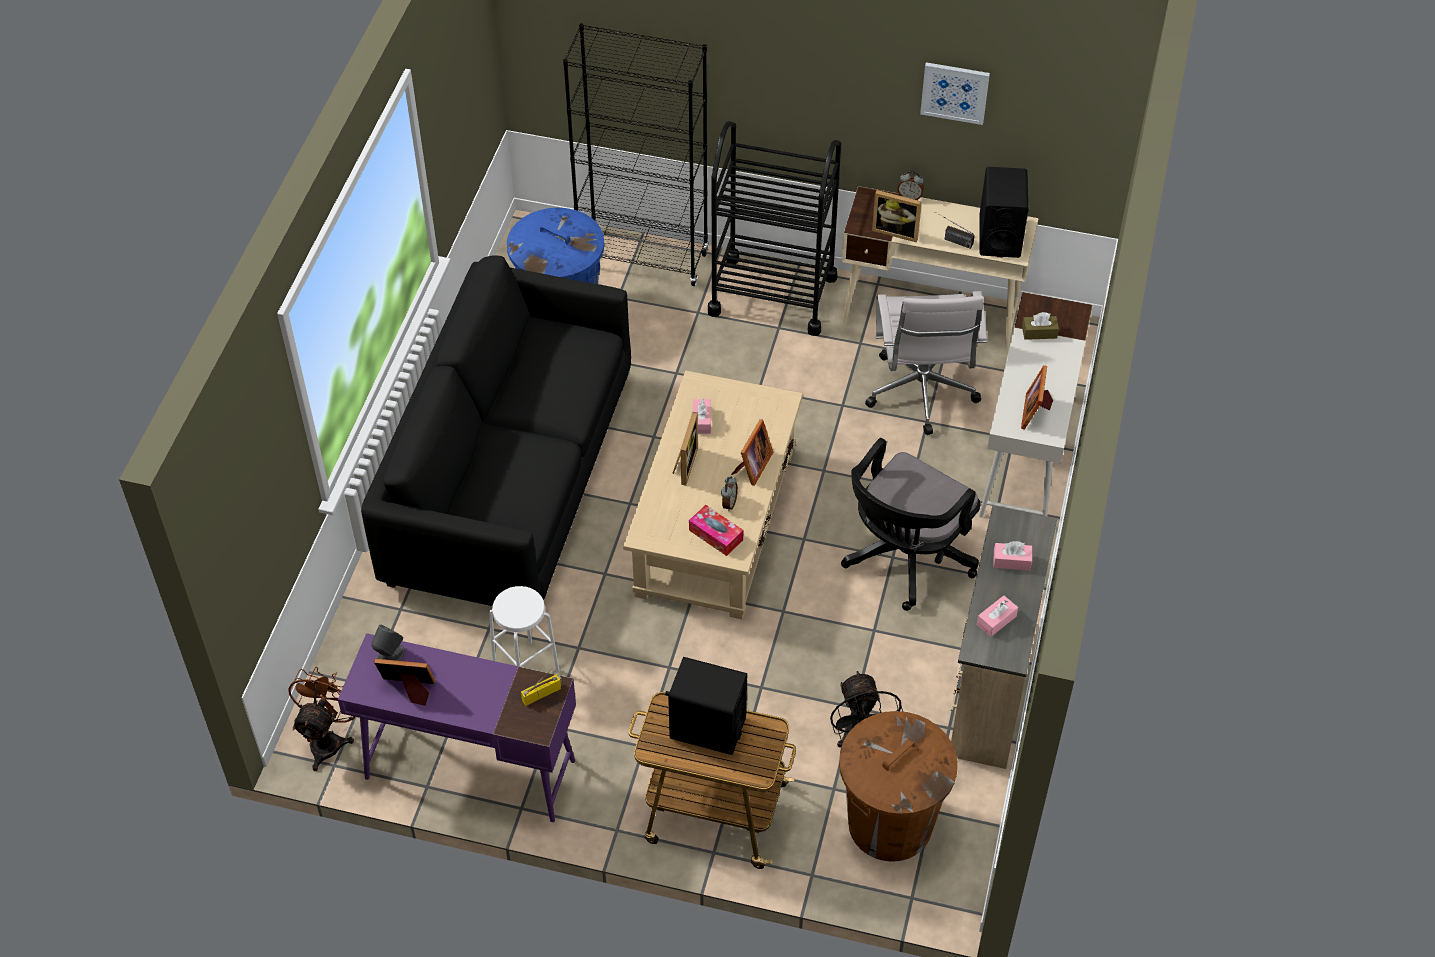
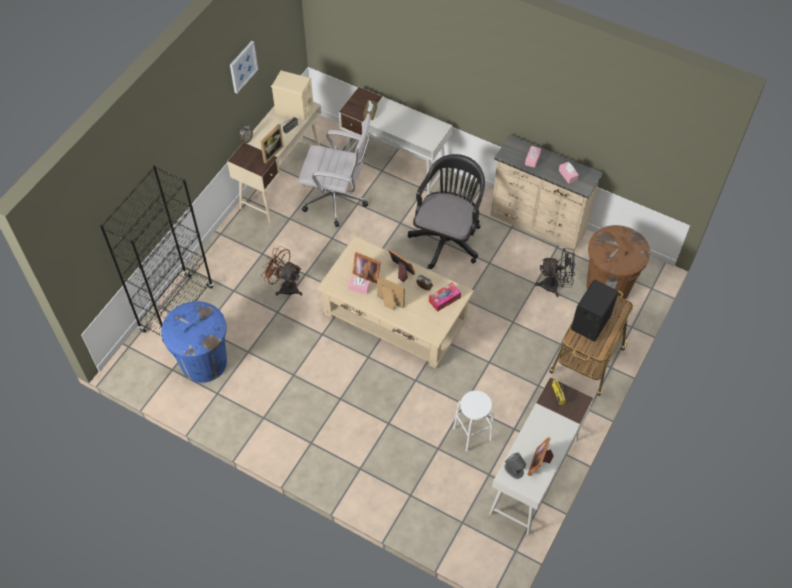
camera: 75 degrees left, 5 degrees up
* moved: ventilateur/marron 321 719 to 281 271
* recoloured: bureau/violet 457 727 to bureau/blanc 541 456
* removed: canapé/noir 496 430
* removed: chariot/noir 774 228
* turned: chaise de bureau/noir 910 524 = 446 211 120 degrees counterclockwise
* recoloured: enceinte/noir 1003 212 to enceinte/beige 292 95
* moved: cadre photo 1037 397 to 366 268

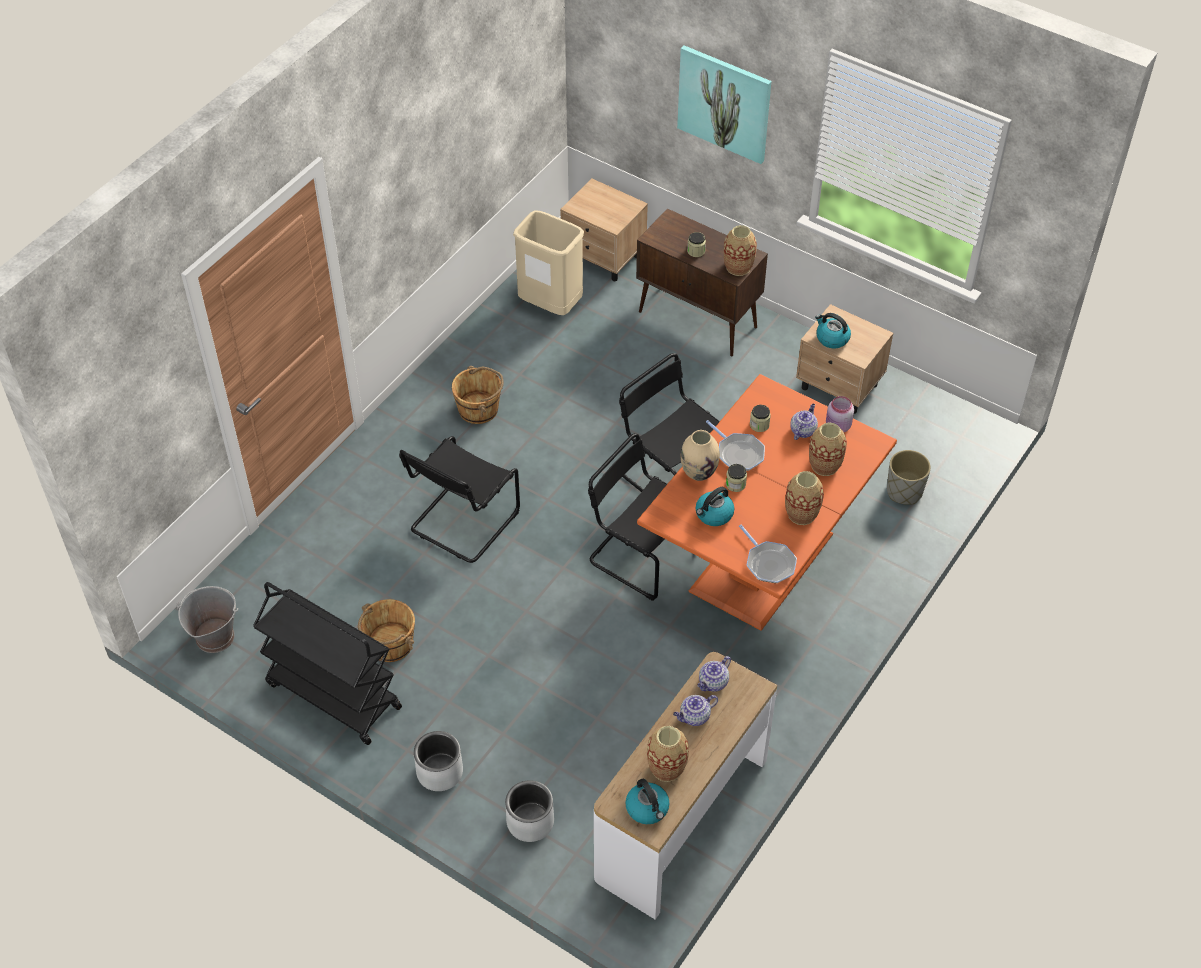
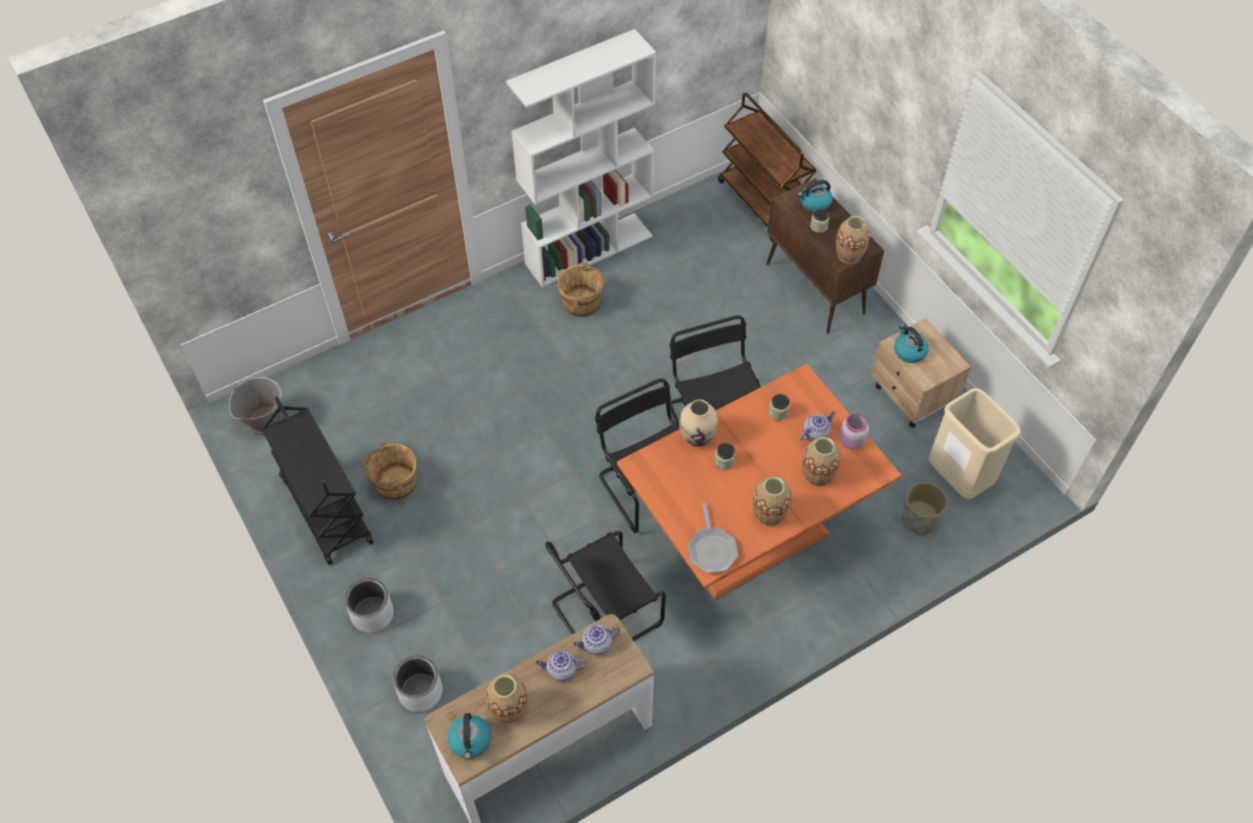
camera: 25 degrees right, 5 degrees up
* moved: chaise/noir 459 499 to 605 586
* moved: poubelle/beige 548 262 to 975 443
* replaced: table de chevet/beige 604 229 to chariot/marron 767 167
* removed: tableau 724 104
* moved: bouilloire 715 506 to 815 196
* removed: poêle 735 445
* added: bibliothèque/blanc 581 158

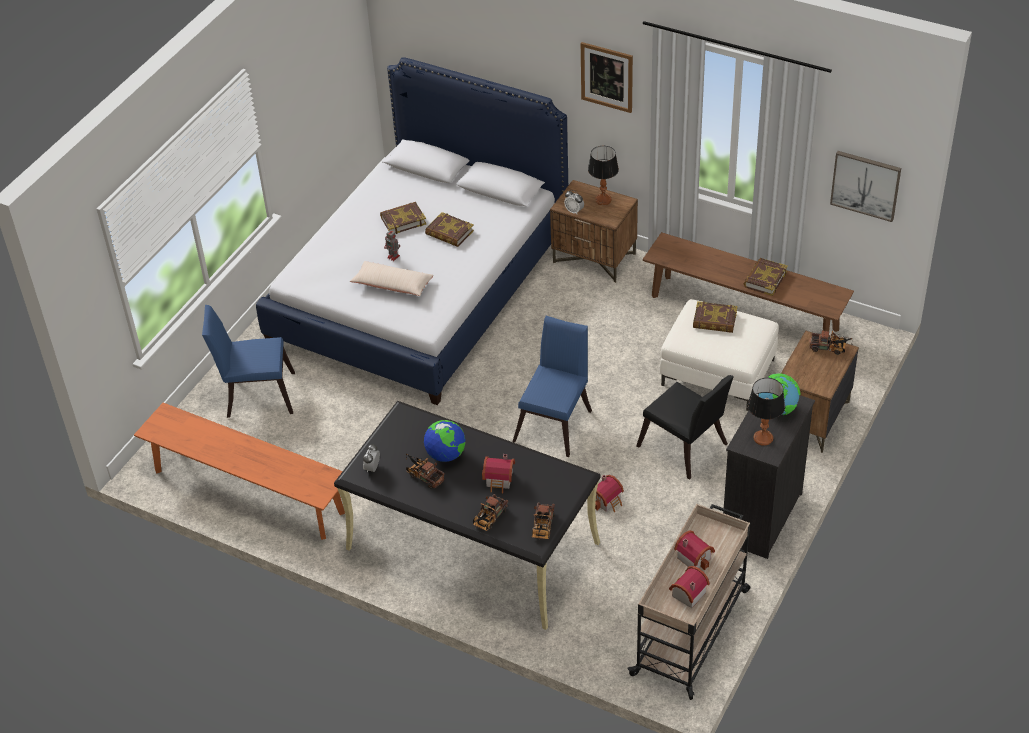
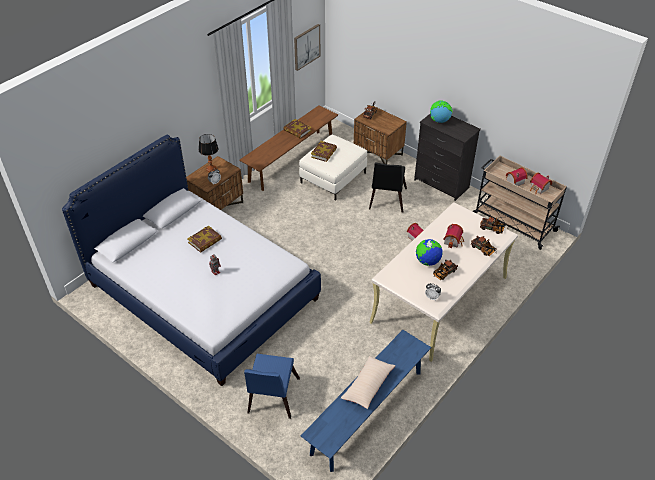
camera: 80 degrees left, 0 degrees up
* recoloured: banc/orange 239 471 to banc/bleu 366 401
* recoloured: bureau/noir 467 515 to bureau/beige 443 282
* moved: coussin/beige 392 278 to 368 382
* removed: livre 403 218
* removed: chaise/bleu 552 386
* removed: tableau 607 77
* turned: chaise/noir 685 427 = 388 188 135 degrees clockwise
* removed: lampe de table 766 412

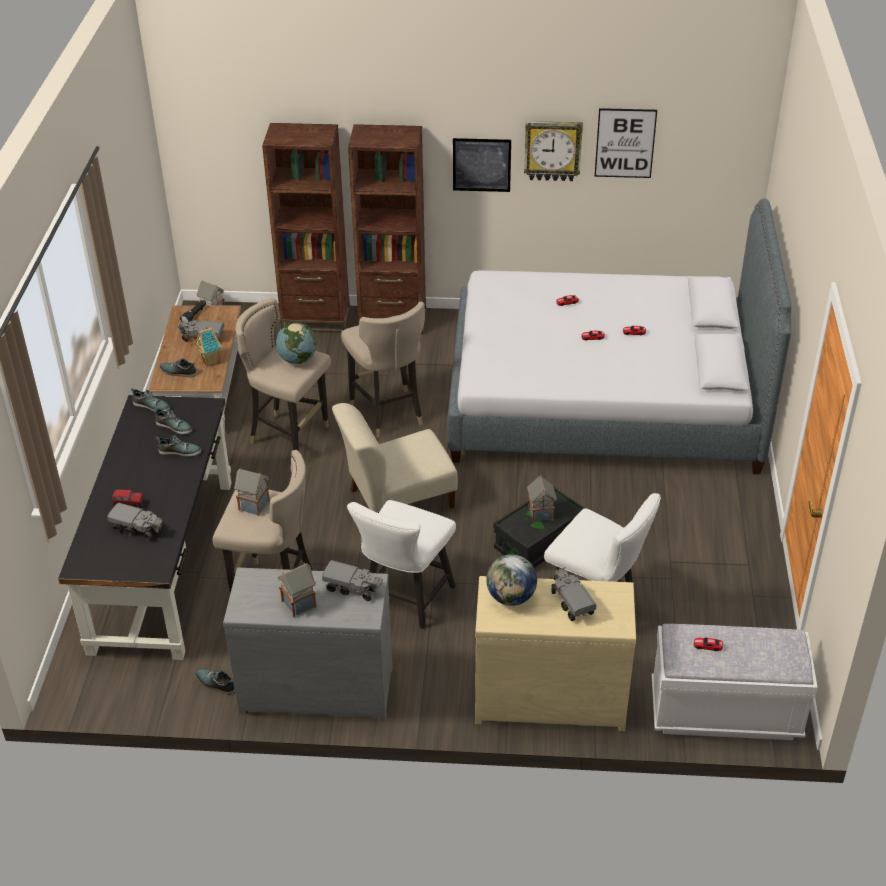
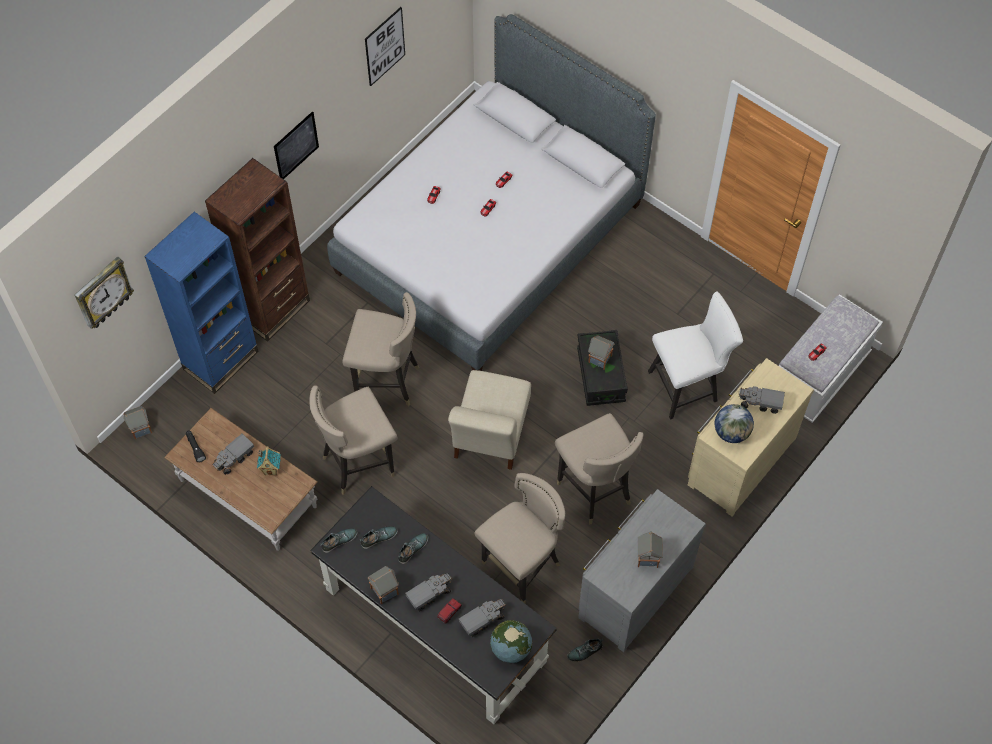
camera: 55 degrees left, 20 degrees up
* removed: chaussure 178 367
* moved: maison miniature 252 491 to 383 585
* recoloured: bibliothèque/marron 306 228 to bibliothèque/bleu 201 303
* moved: globe 296 343 to 511 641
* moved: camion jouet 352 581 to 428 591
* replaced: chaise/blanc 401 564 to tabouret/beige 599 468
* moved: horloge murale 553 151 to 104 292

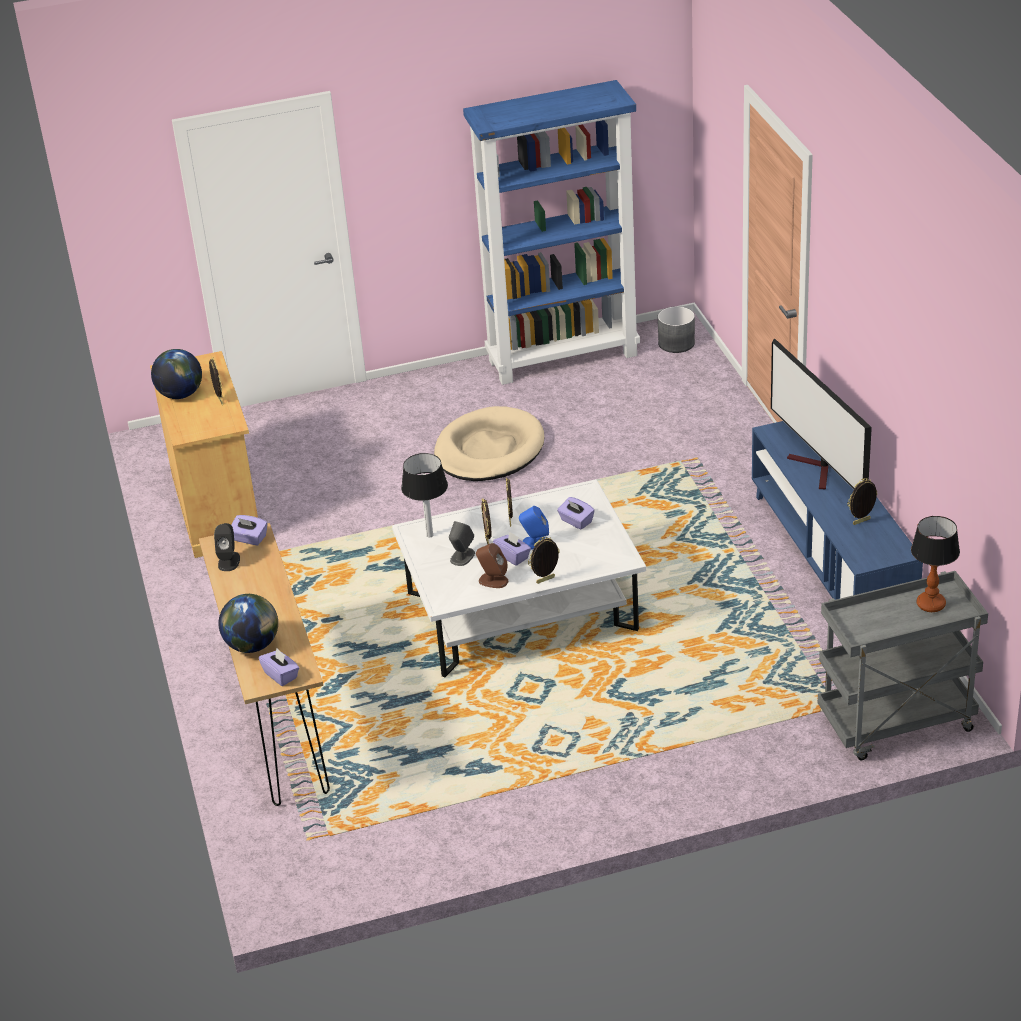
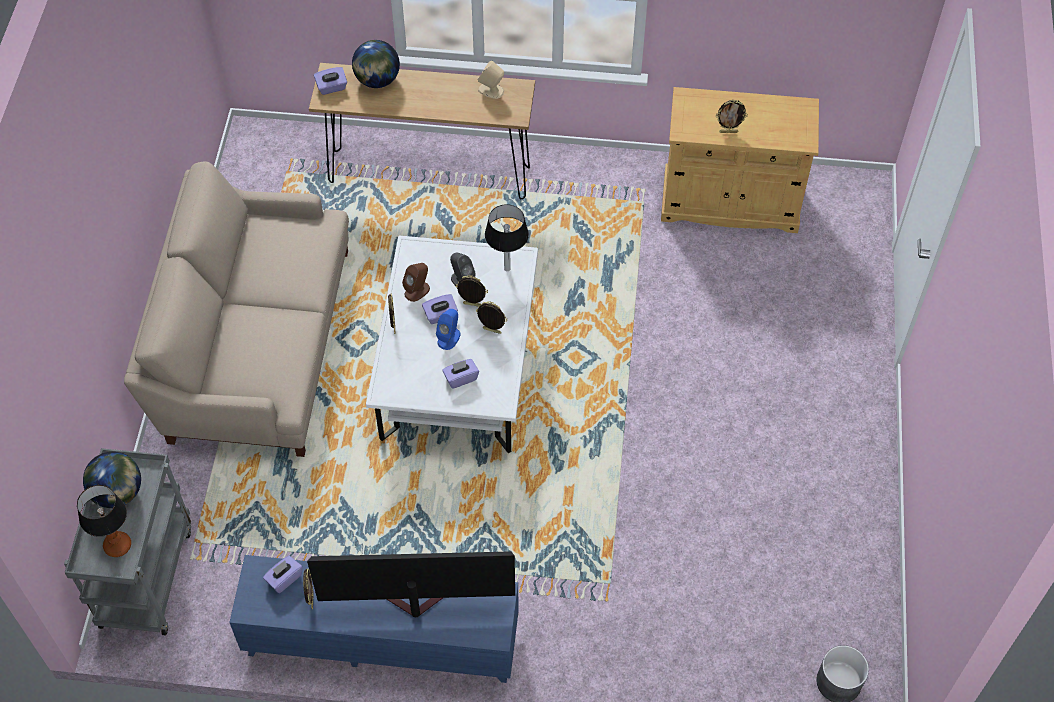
camera: 110 degrees right, 20 degrees up
* moved: globe 176 374 to 112 480
* recoloured: enceinte/noir 227 547 to enceinte/beige 491 80
* moved: boîte à mouchoirs/violet 249 530 to 283 574
* removed: panier pour chien/beige 489 443
* removed: bibliothèque/bleu 551 232
* added: canapé/beige 236 309

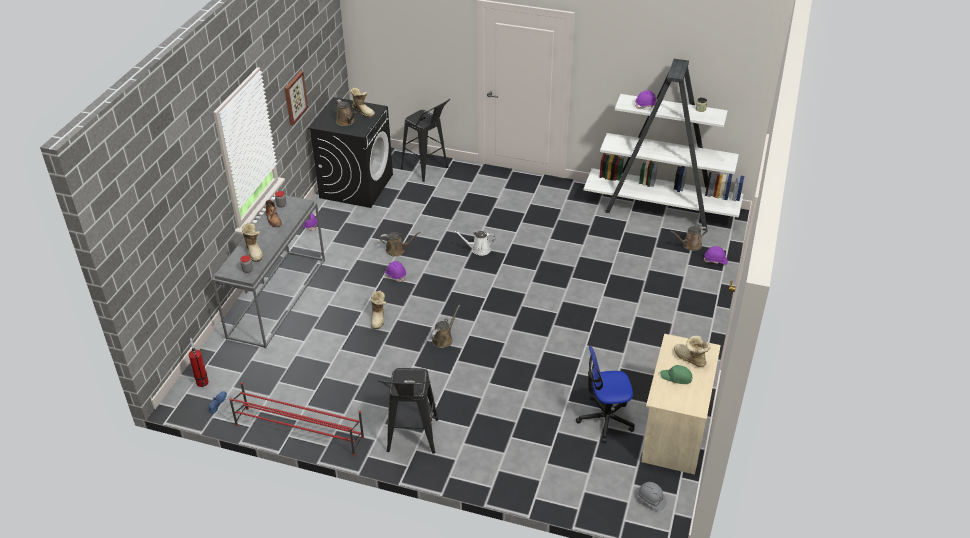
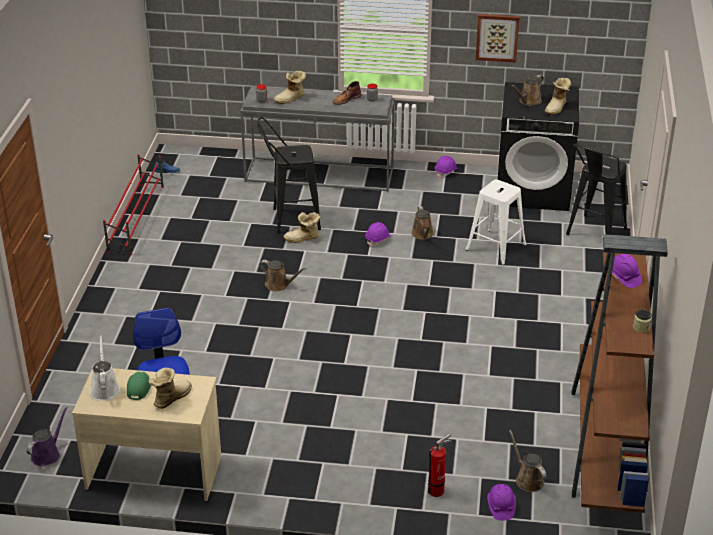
camera: 80 degrees right, 5 degrees down
* moved: extincteur 199 362 to 439 465
* moved: tabouret/noir 408 411 to 289 175
* moved: arrosoir/blanc 475 243 to 105 368
* recoloured: bibliothèque/blanc 664 145 to bibliothèque/marron 620 373
* replaced: casque de chantier/gris 652 496 to arrosoir/violet 47 436
* added: tabouret/blanc 495 222

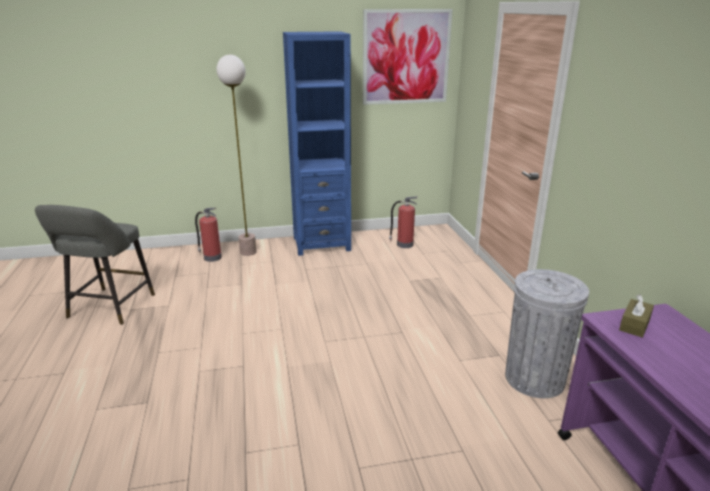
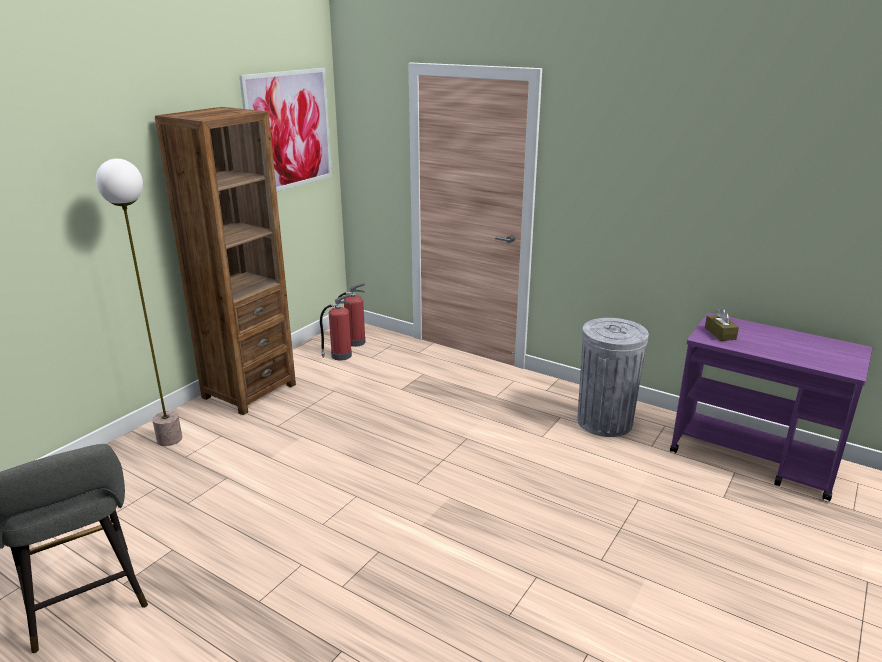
camera: 45 degrees left, 0 degrees up
* moved: extincteur 208 235 to 350 315
* recoloured: bibliothèque/bleu 317 143 to bibliothèque/marron 225 261

